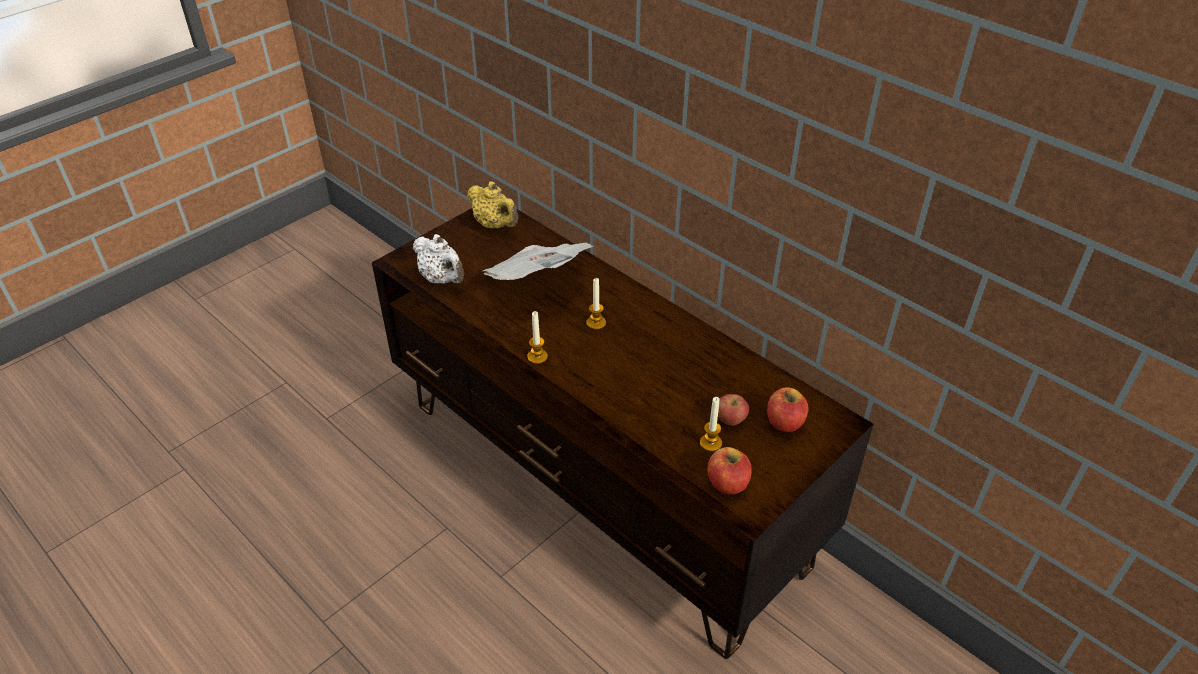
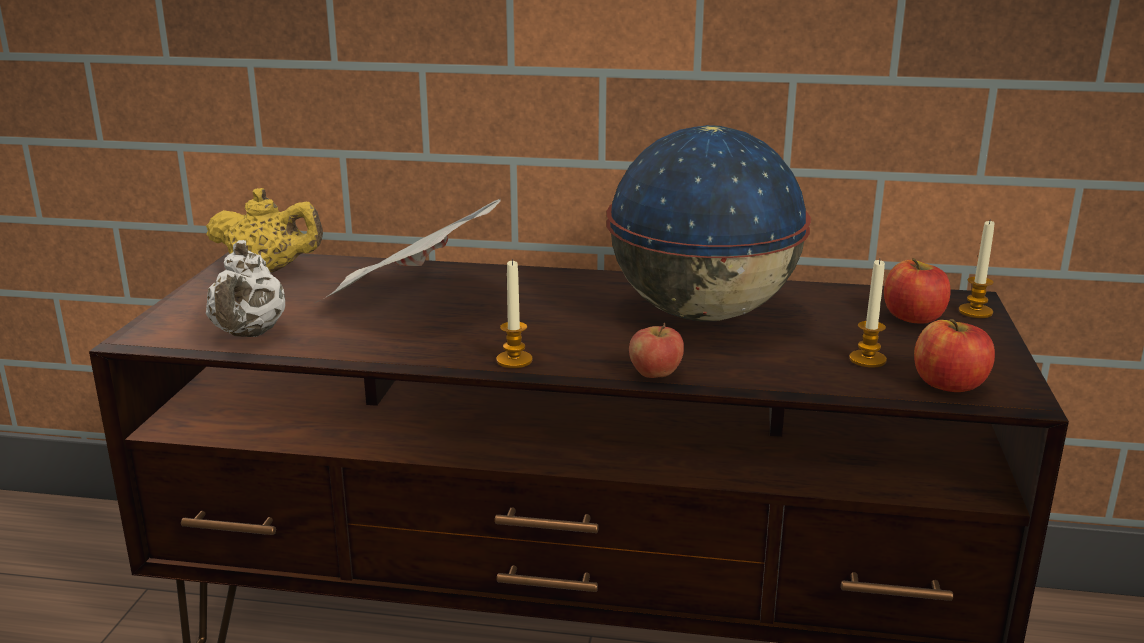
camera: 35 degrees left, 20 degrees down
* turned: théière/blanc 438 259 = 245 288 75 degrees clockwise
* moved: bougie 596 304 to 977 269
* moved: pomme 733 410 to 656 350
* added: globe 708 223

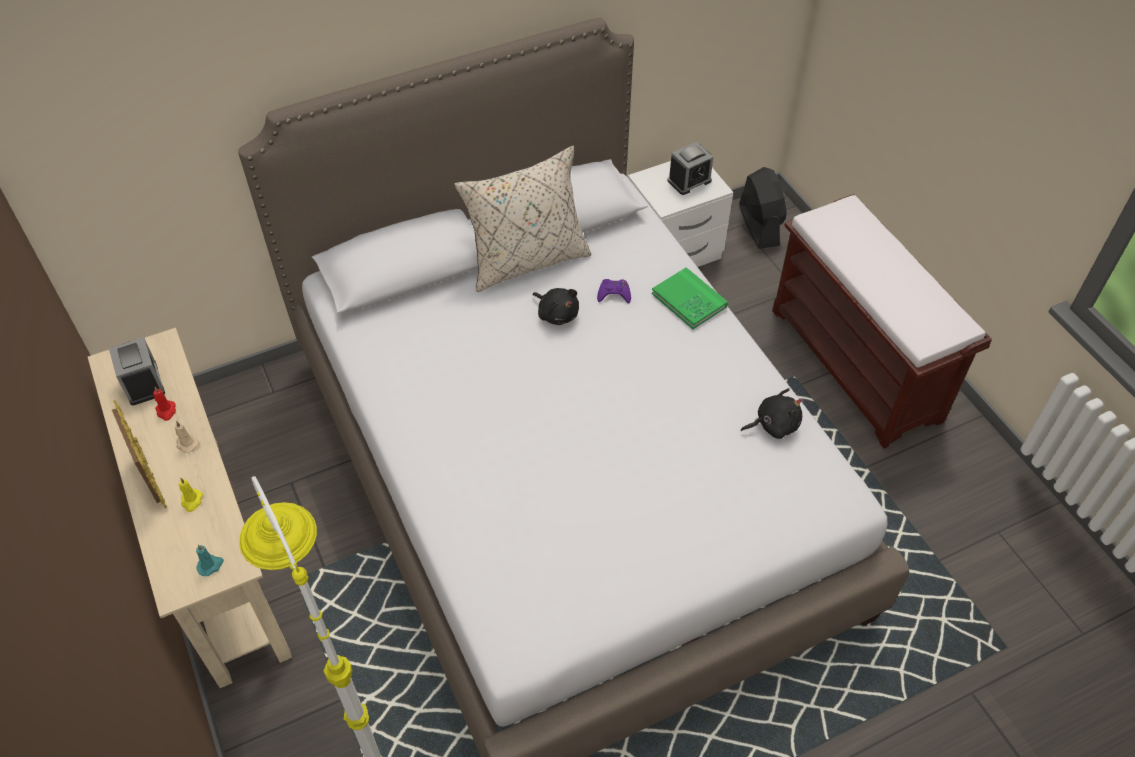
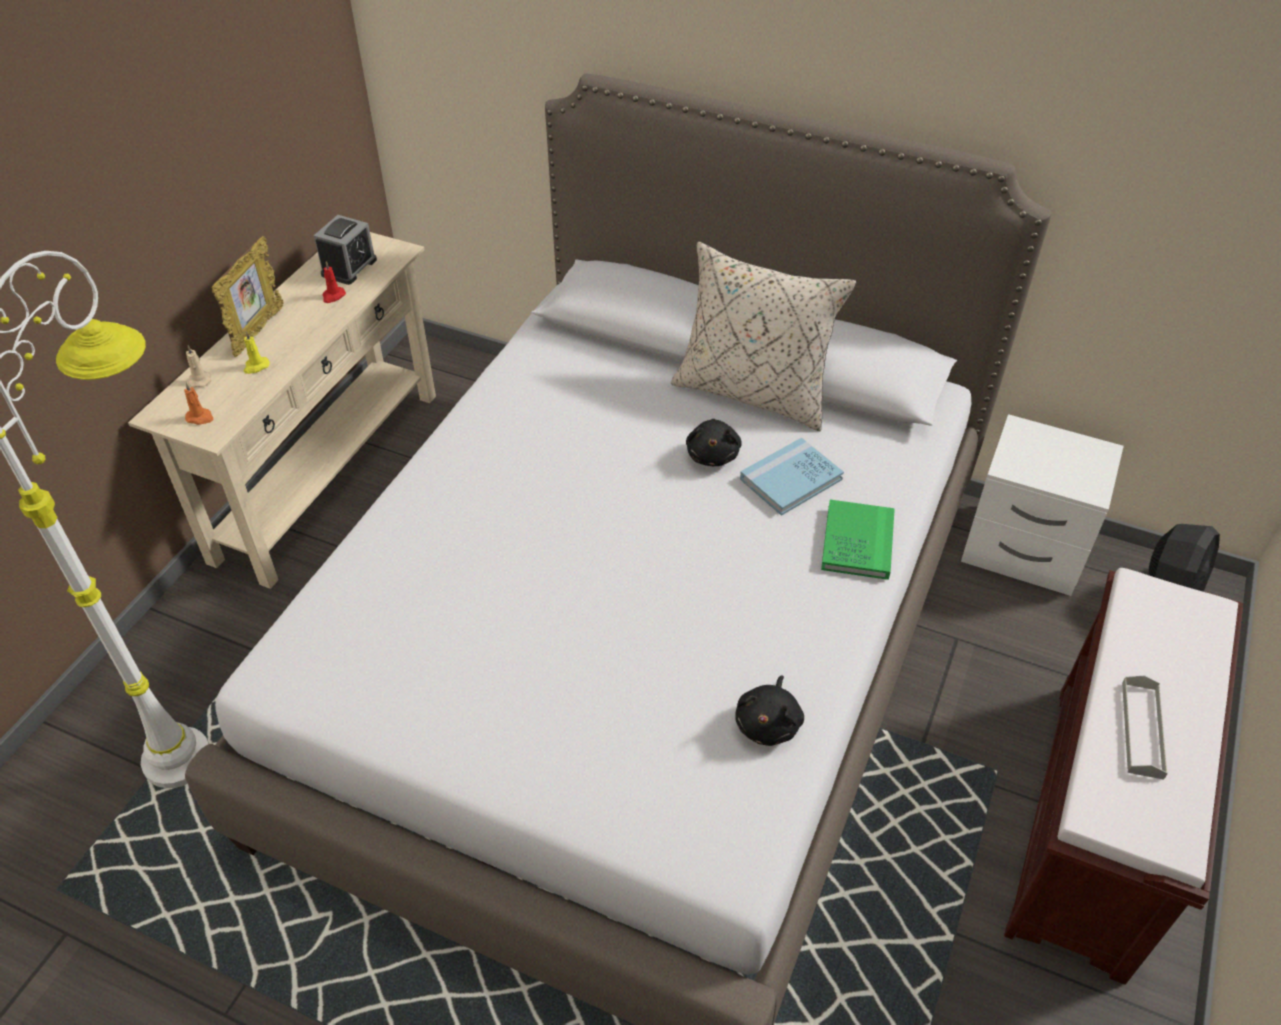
camera: 50 degrees right, 5 degrees down
* moved: bougie/beige 187 437 to 198 366
* recoloured: bougie/turquoise 210 560 to bougie/orange 198 403
* replaced: manette/violet 614 291 to livre/bleu 792 477
* removed: réveil 690 168
* turned: peluche/noir 772 413 = 769 710 75 degrees clockwise
* added: plateau/gris 1145 728

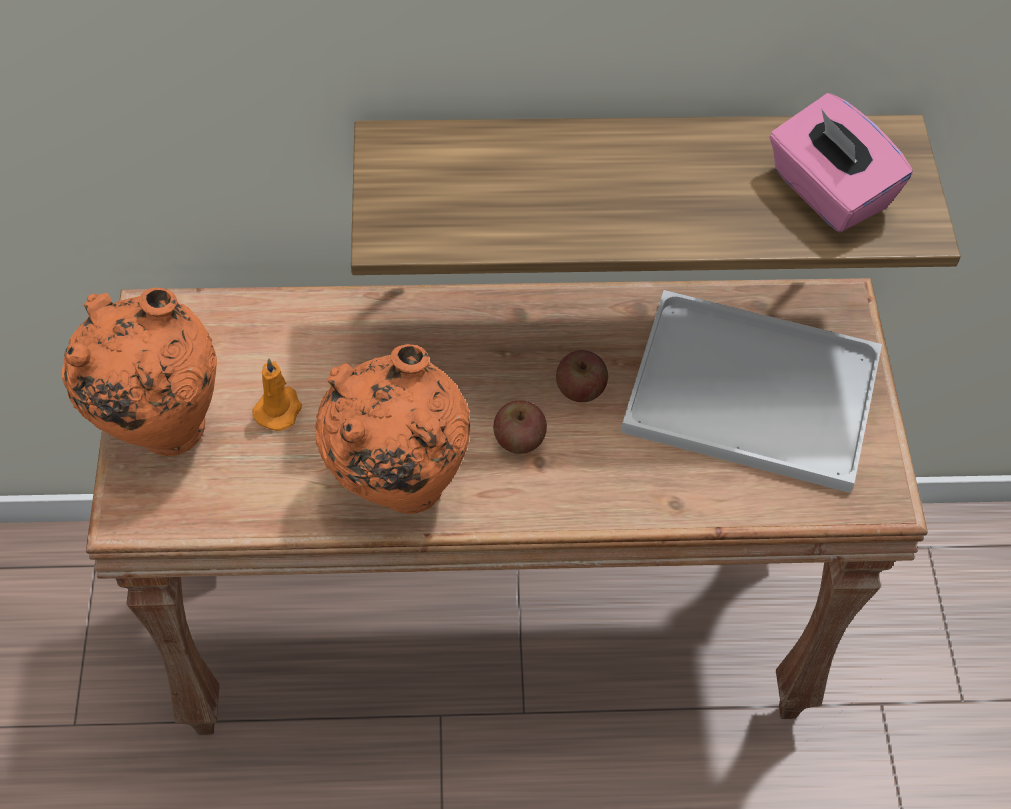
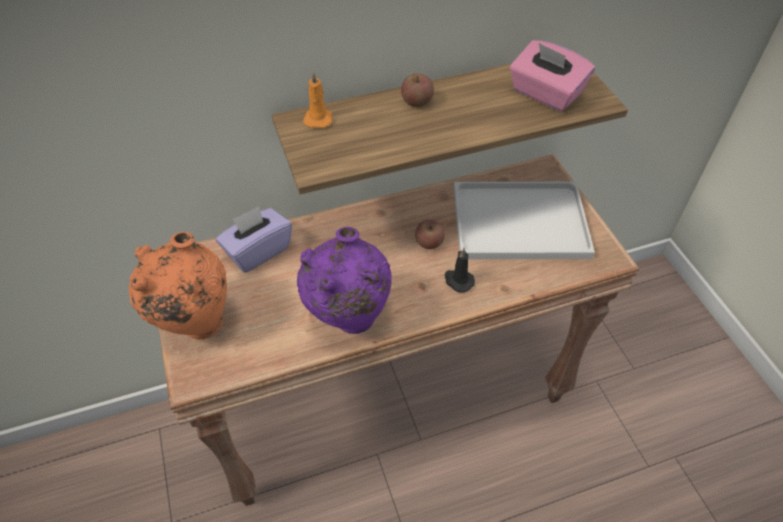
camera: 15 degrees left, 5 degrees down
* moved: bougie/orange 277 394 to 317 99
* recoloured: vase/orange 392 429 to vase/violet 344 280
* moved: pomme 520 427 to 417 90
* added: boîte à mouchoirs/violet 254 239
* added: bougie/noir 460 270

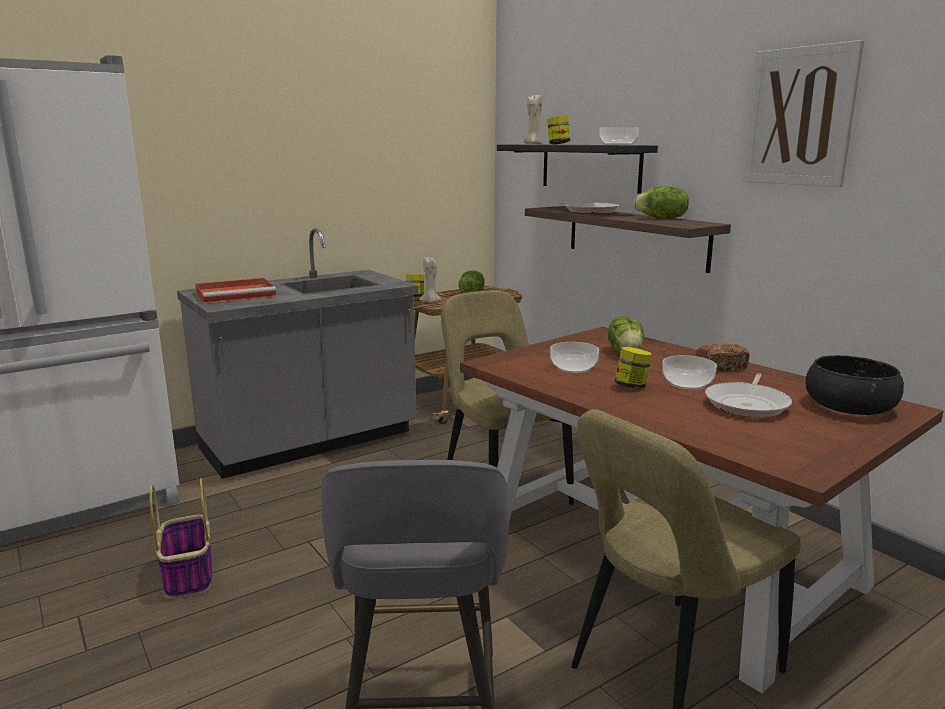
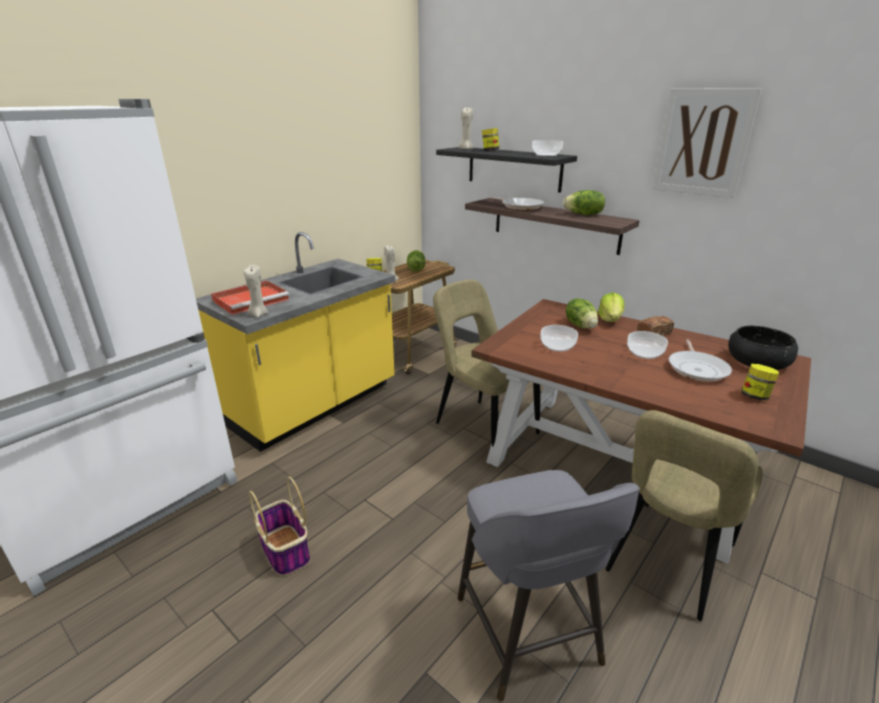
camera: 15 degrees left, 10 degrees up
* recoloured: comptoir de cuisine/gris 297 353 to comptoir de cuisine/jaune 295 342
* moved: bocal 633 368 to 760 382
* added: bougie/beige 256 291
* added: laitue 611 307

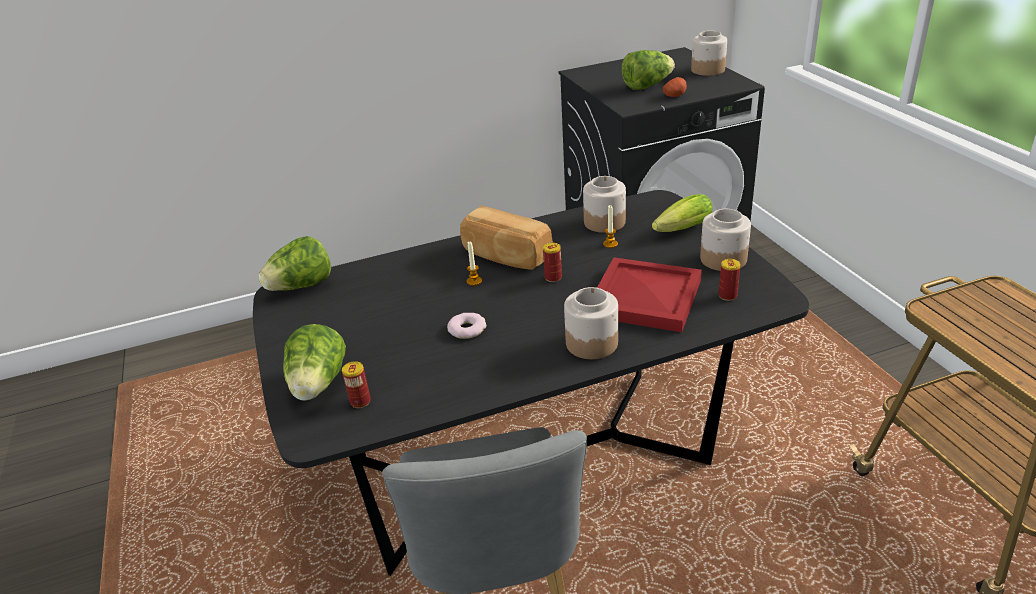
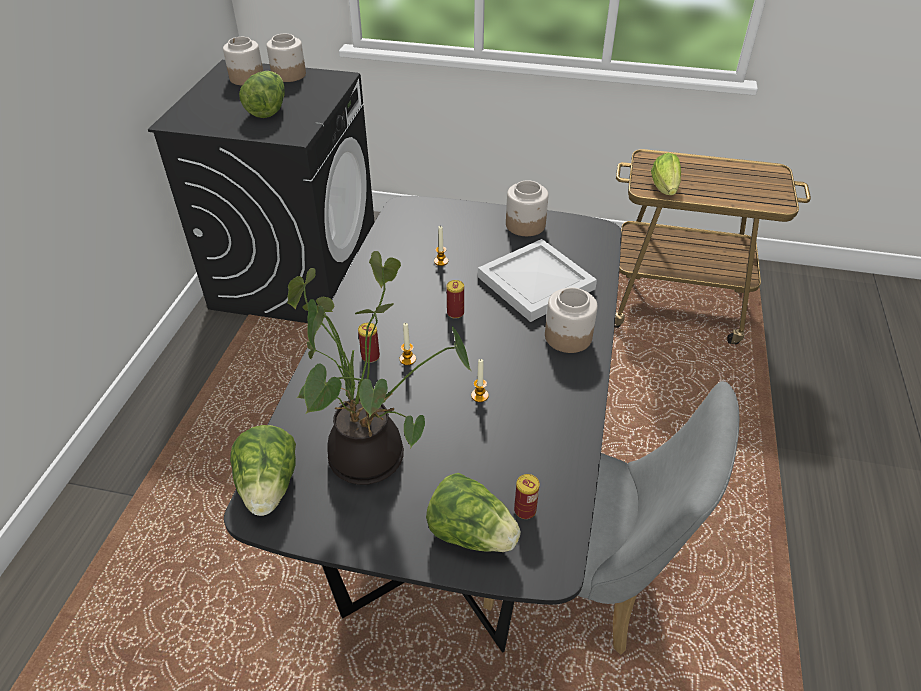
camera: 60 degrees left, 10 degrees up
* replaced: beignet 466 326 to bougie 480 380
* removed: pain 506 238
* moved: bocal 604 204 to 243 61
* recoloured: plateau/rouge 649 294 to plateau/blanc 537 280
* moved: laitue 682 213 to 666 174
* removed: pomme de terre 675 87
* moved: boîte métallique 730 280 to 369 343
* added: plante en pot 379 368

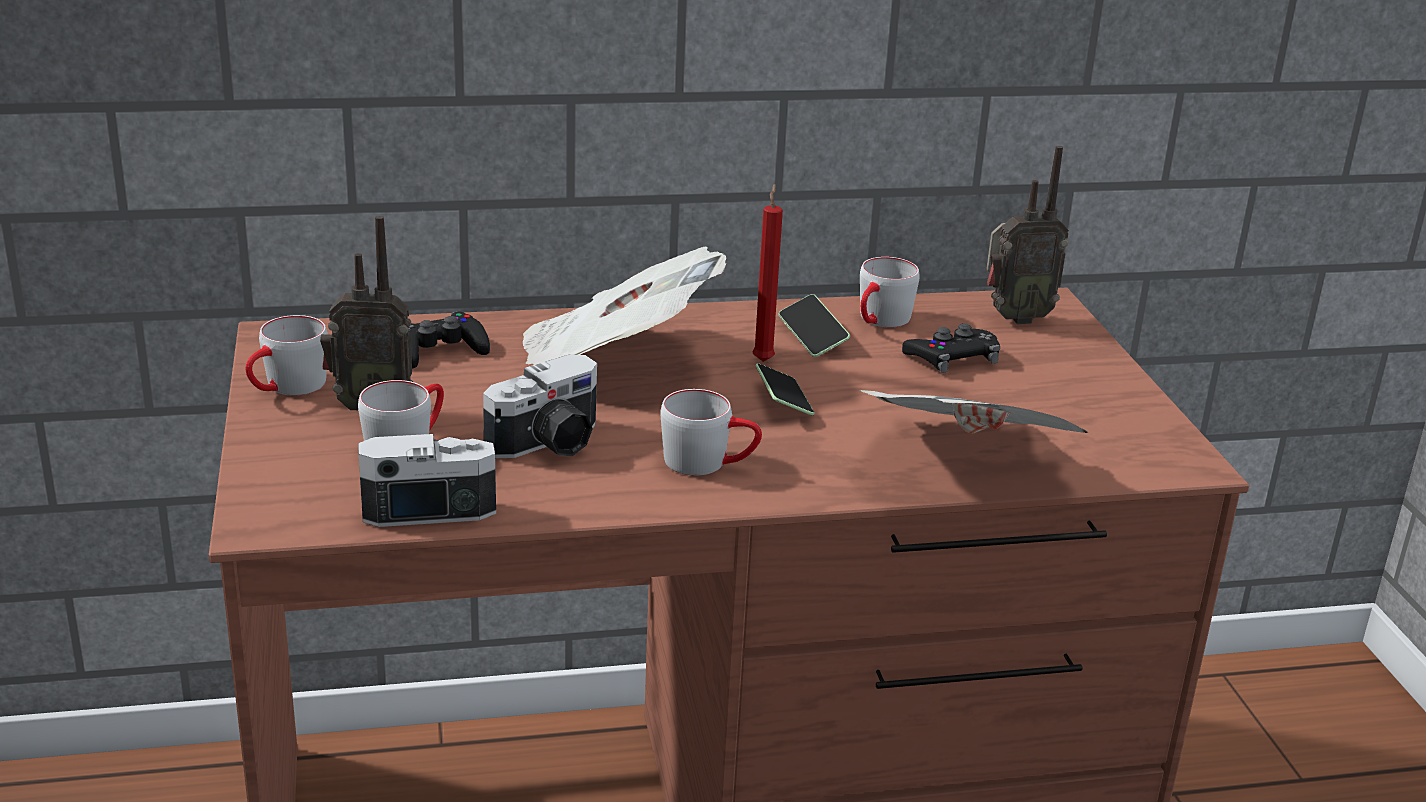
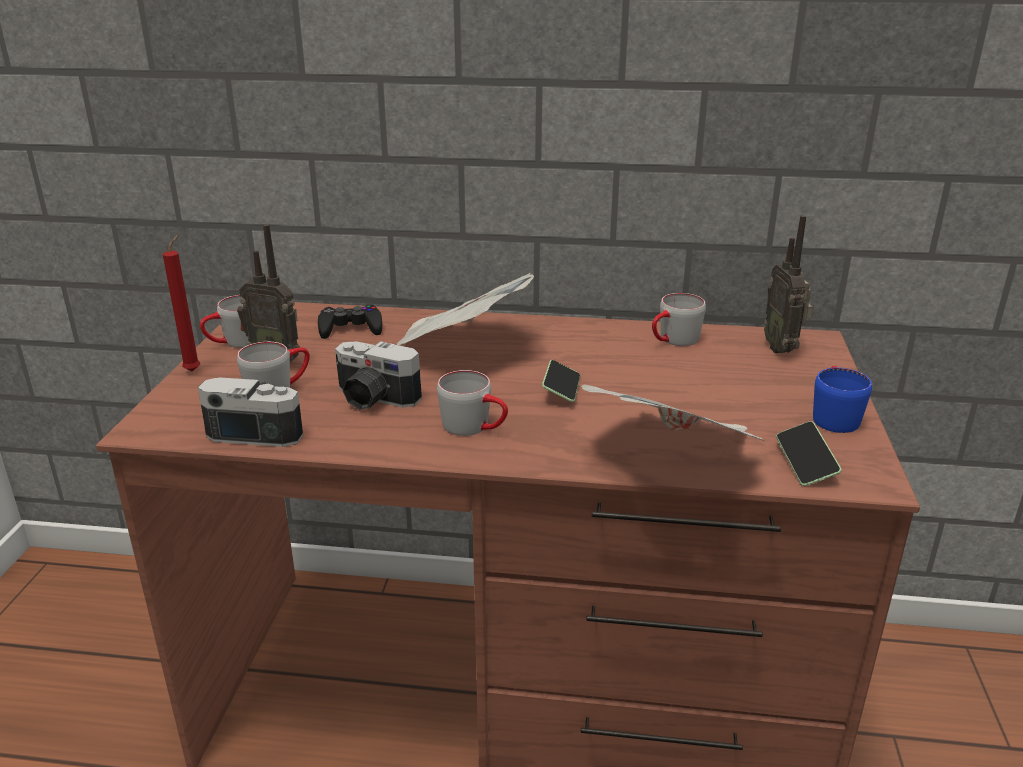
camera: 20 degrees right, 0 degrees up
* turned: appareil photo 540 406 = 378 375 45 degrees clockwise
* moved: bougie/rouge 767 273 to 181 303
* moved: téléphone 814 325 to 809 453
* removed: manette/noir 951 348
* turned: radio 1027 235 = 788 284 75 degrees clockwise
* added: mug/bleu 842 399

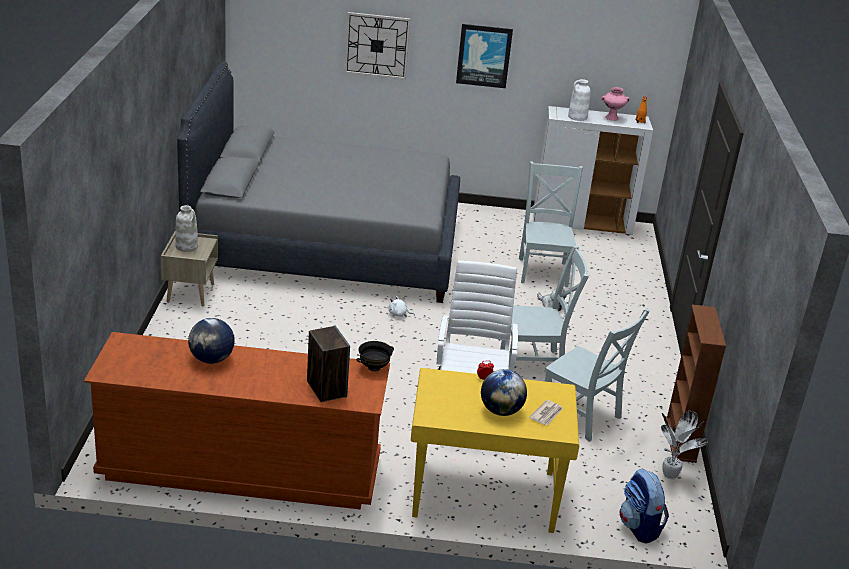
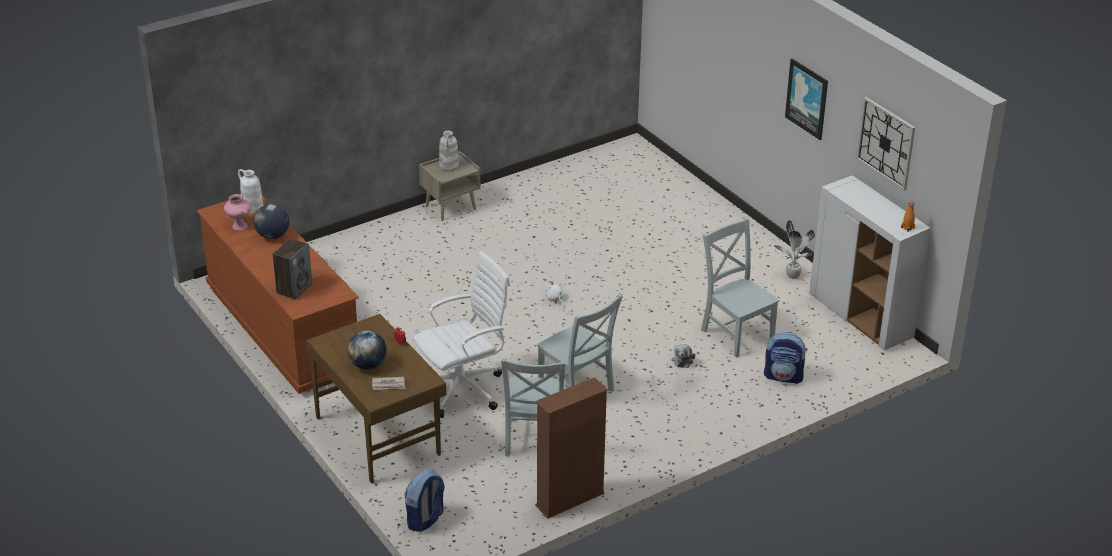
camera: 55 degrees right, 5 degrees up
* removed: lit/gris 318 182
* moved: horloge murale 377 46 to 885 144
* removed: bol/noir 375 356
* recoloured: bureau/jaune 495 450 to bureau/marron 376 399
* turned: chaise/gris 551 224 = 740 287 90 degrees counterclockwise
* moved: vase/blanc 579 100 to 250 191
* moved: vase/rose 615 104 to 237 212
* moved: plante en pot 684 445 to 794 249
* added: sac à dos 785 358

